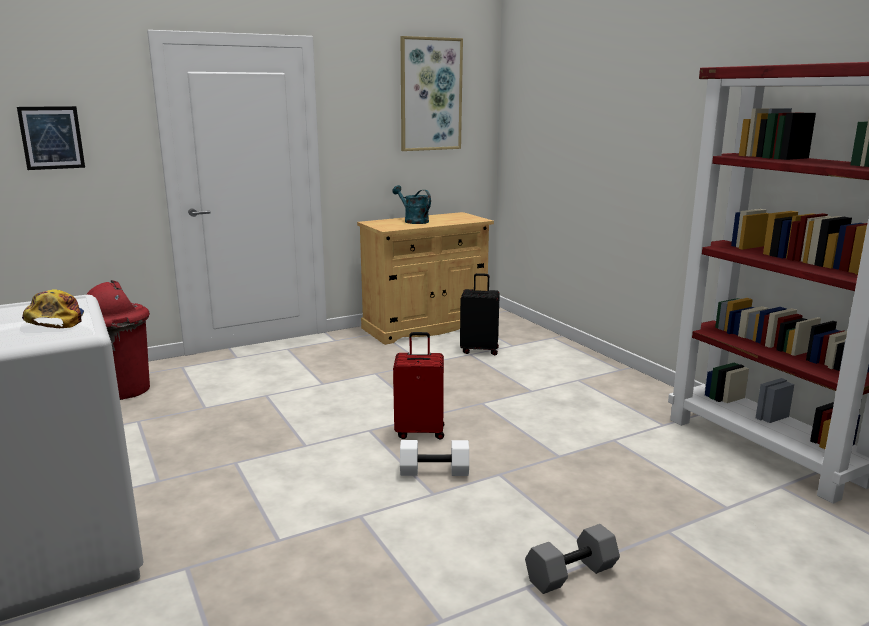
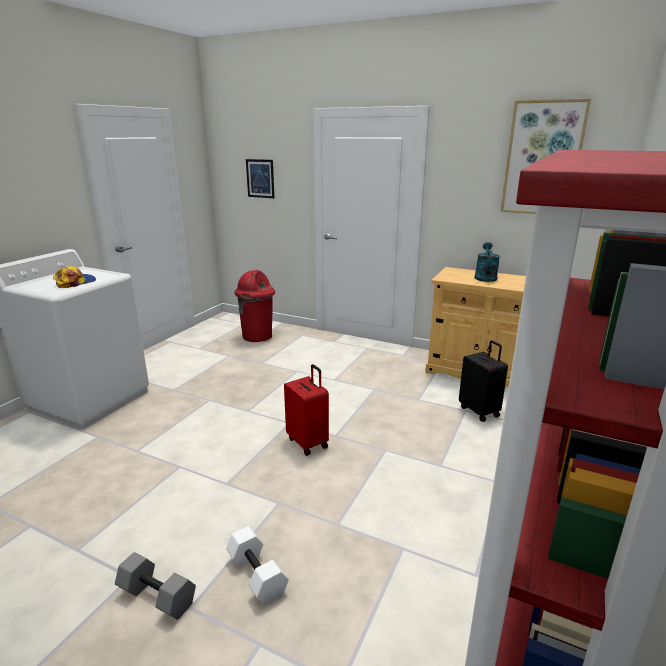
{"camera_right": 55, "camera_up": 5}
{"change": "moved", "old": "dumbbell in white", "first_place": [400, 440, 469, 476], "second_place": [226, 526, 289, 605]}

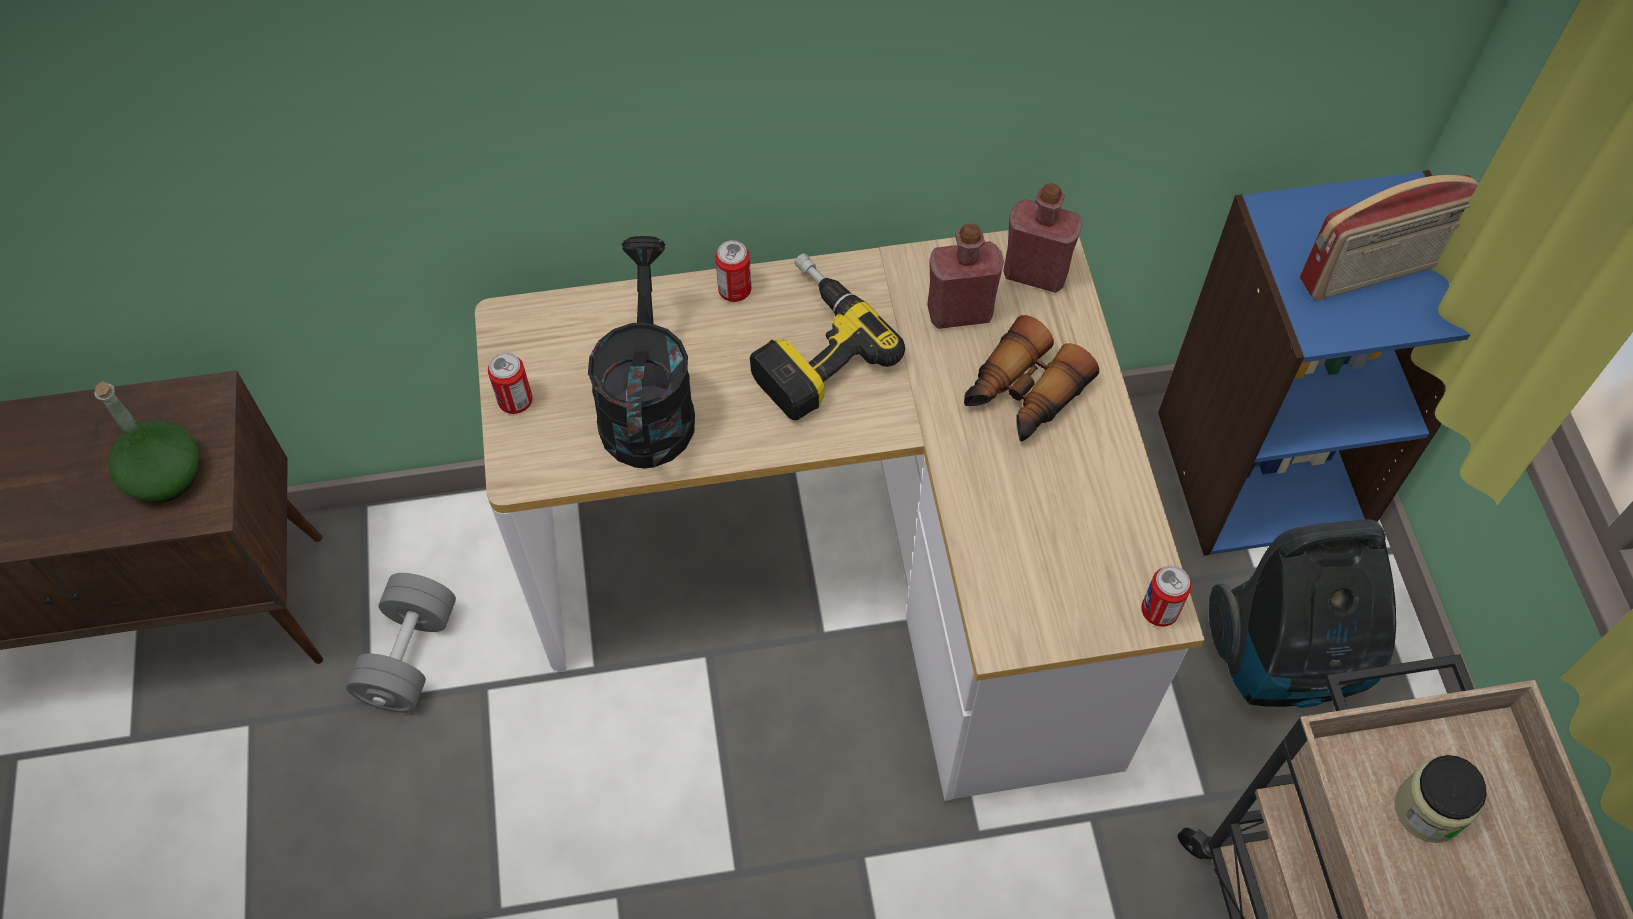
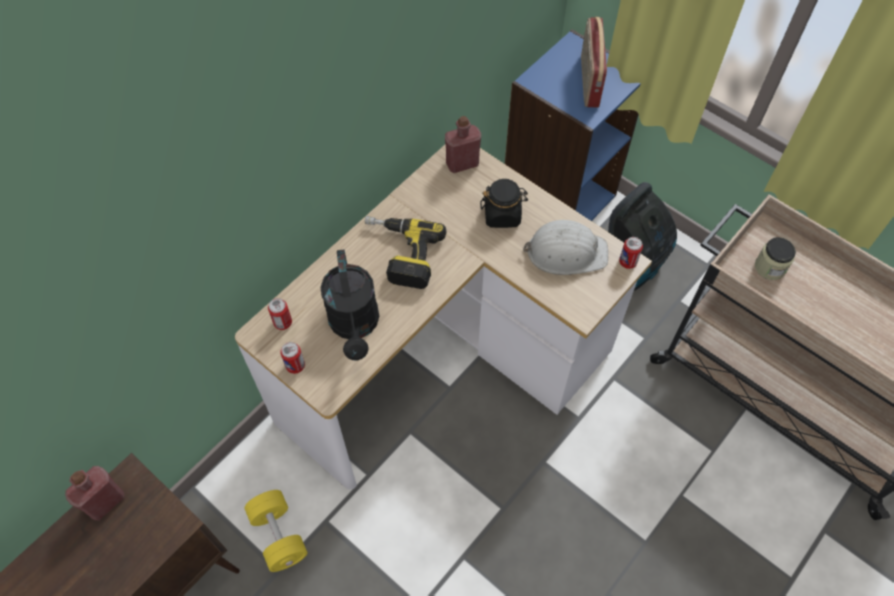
{"camera_right": -40, "camera_up": 0}
{"change": "removed", "old": "bottle in green", "first_place": [95, 382, 199, 503]}
{"change": "recoloured", "old": "dumbbell in grey", "new": "dumbbell in yellow", "first_place": [346, 573, 456, 713], "second_place": [245, 490, 308, 572]}
{"change": "turned", "old": "watering can in black", "first_place": [588, 236, 695, 468], "second_place": [320, 249, 379, 361], "degrees": -150}
{"change": "moved", "old": "can", "first_place": [715, 240, 751, 302], "second_place": [268, 298, 292, 330]}
{"change": "moved", "old": "bottle in red", "first_place": [927, 223, 1004, 329], "second_place": [65, 466, 124, 521]}
{"change": "replaced", "old": "binoculars", "new": "jar in black", "first_place": [964, 315, 1099, 441], "second_place": [480, 179, 528, 228]}
{"change": "turned", "old": "radio", "first_place": [1300, 175, 1478, 300], "second_place": [581, 17, 607, 107], "degrees": 150}
{"change": "added", "new": "hard hat in white", "second_place": [523, 220, 608, 275]}

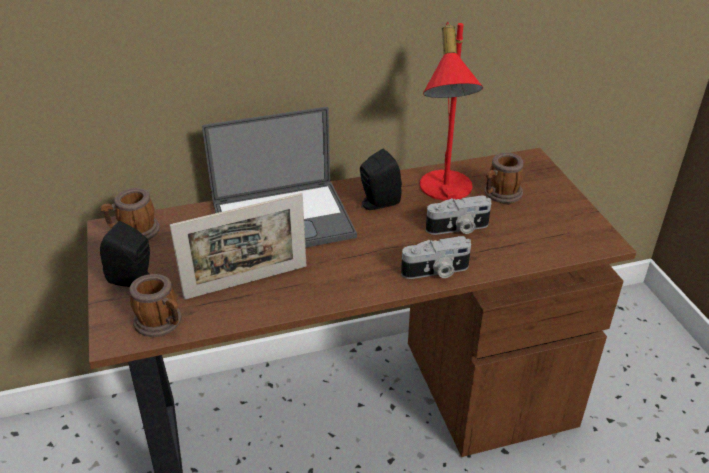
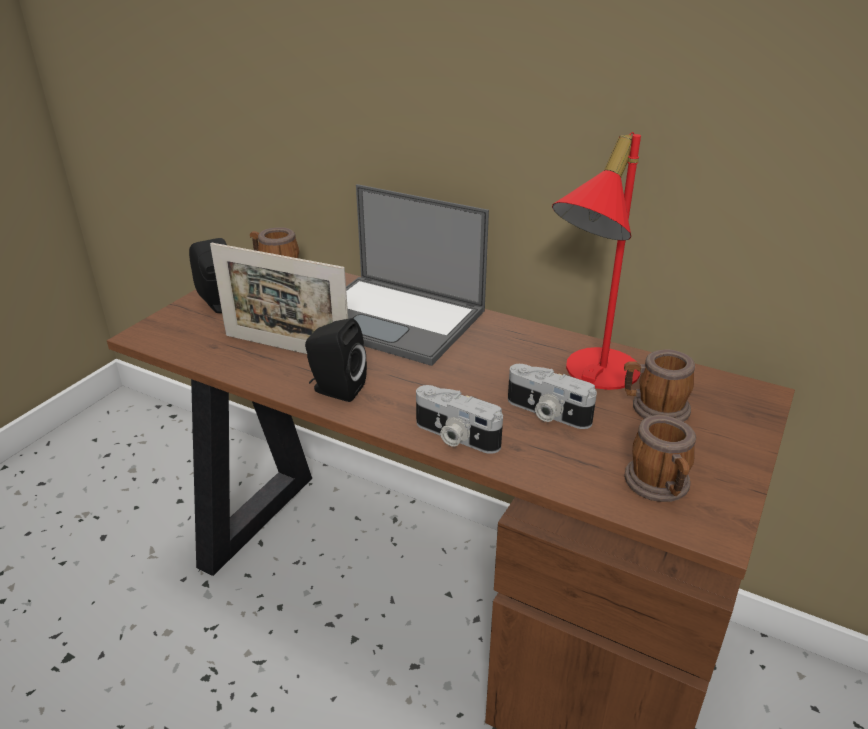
{"camera_right": 45, "camera_up": -5}
{"change": "moved", "old": "mug", "first_place": [130, 274, 181, 337], "second_place": [624, 415, 696, 502]}
{"change": "moved", "old": "speaker in black", "first_place": [360, 149, 402, 210], "second_place": [305, 318, 367, 402]}

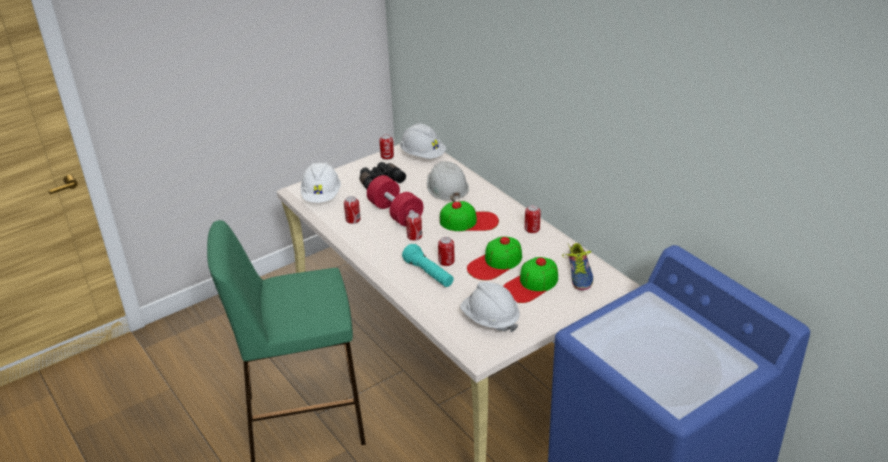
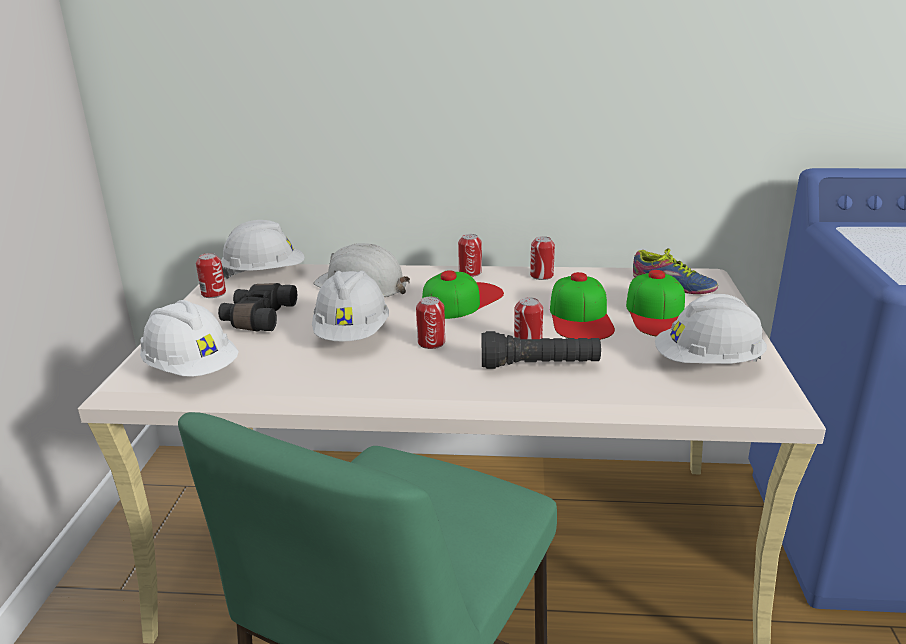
{"camera_right": -50, "camera_up": -10}
{"change": "moved", "old": "can", "first_place": [344, 196, 361, 224], "second_place": [458, 234, 482, 277]}
{"change": "replaced", "old": "dumbbell in red", "new": "hard hat in white", "first_place": [367, 175, 424, 226], "second_place": [312, 271, 389, 342]}
{"change": "recoloured", "old": "flashlight in turquoise", "new": "flashlight in black", "first_place": [402, 244, 454, 287], "second_place": [482, 331, 601, 369]}

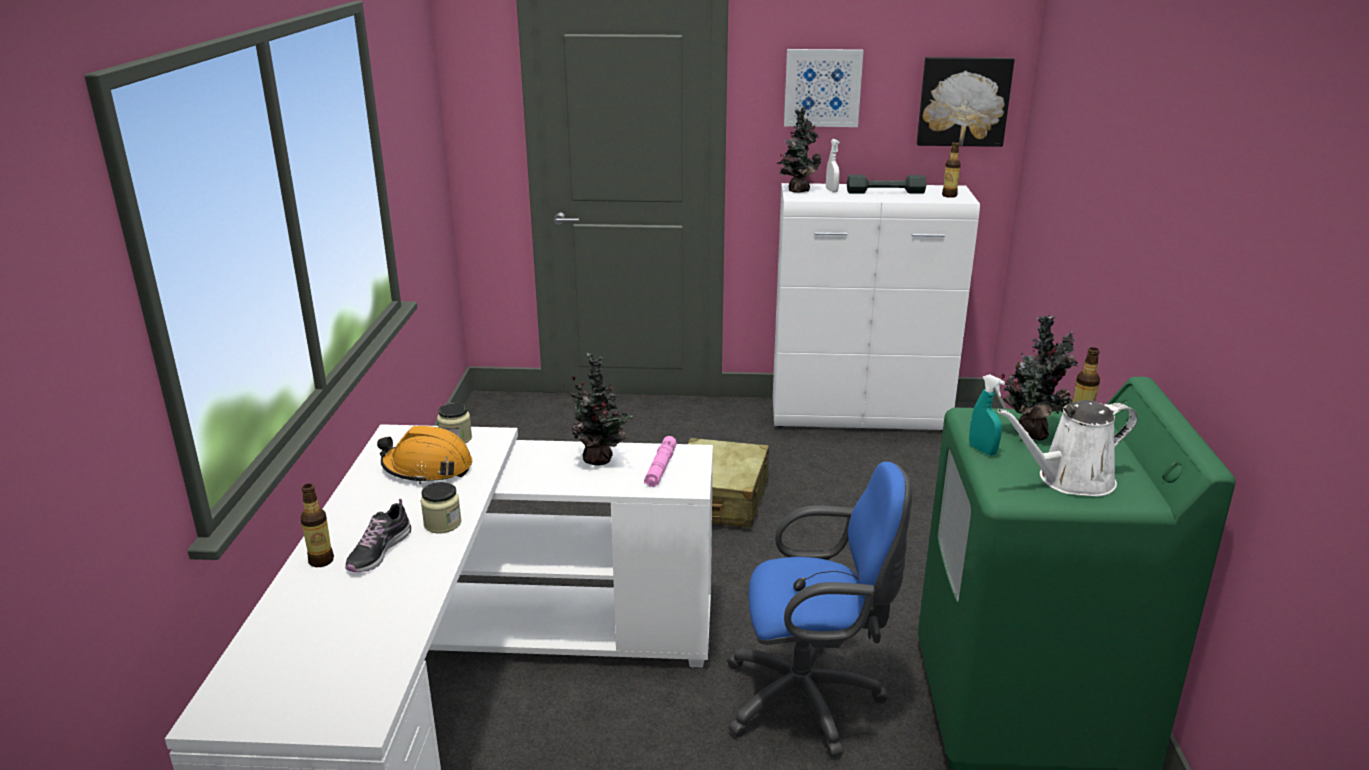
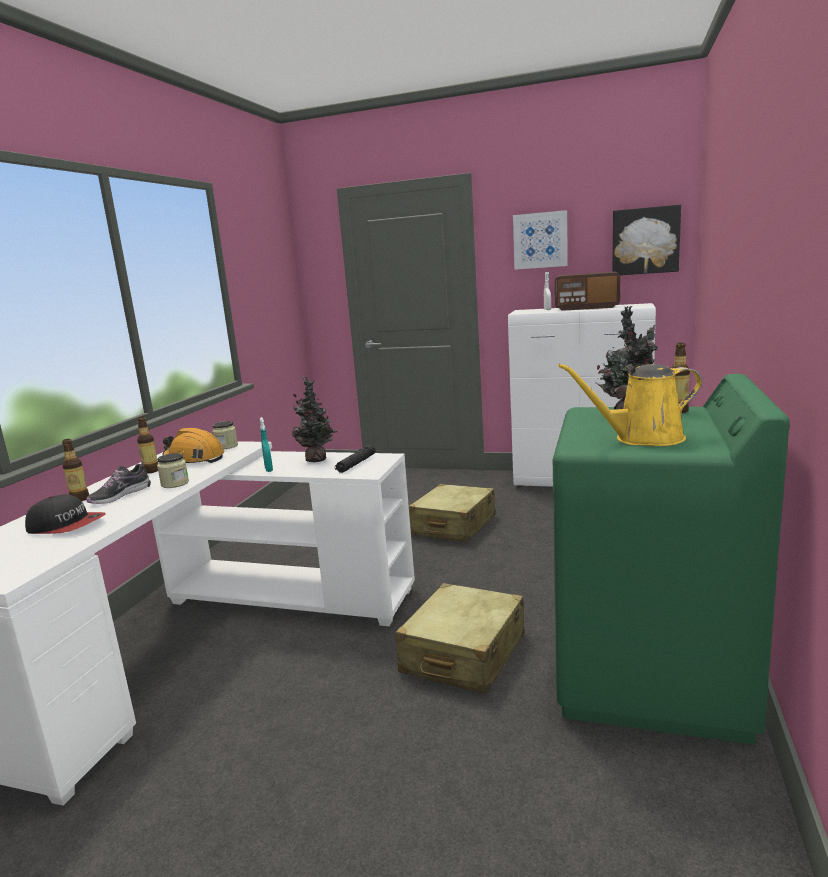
{"camera_right": 15, "camera_up": -10}
{"change": "recoloured", "old": "flashlight in pink", "new": "flashlight in black", "first_place": [644, 436, 677, 487], "second_place": [335, 445, 376, 473]}
{"change": "replaced", "old": "office chair in blue", "new": "suitcase in beige", "first_place": [727, 462, 912, 758], "second_place": [395, 583, 525, 694]}
{"change": "removed", "old": "potted plant", "first_place": [777, 107, 821, 193]}
{"change": "replaced", "old": "dumbbell in grey", "new": "radio", "first_place": [847, 175, 926, 194], "second_place": [555, 272, 620, 311]}
{"change": "moved", "old": "bottle", "first_place": [942, 142, 961, 198], "second_place": [137, 417, 158, 473]}
{"change": "moved", "old": "spray bottle in turquoise", "first_place": [969, 374, 1005, 456], "second_place": [260, 417, 273, 472]}
{"change": "recoloured", "old": "watering can in white", "new": "watering can in yellow", "first_place": [997, 400, 1138, 497], "second_place": [558, 363, 702, 446]}
{"change": "added", "new": "cap", "second_place": [25, 494, 106, 534]}

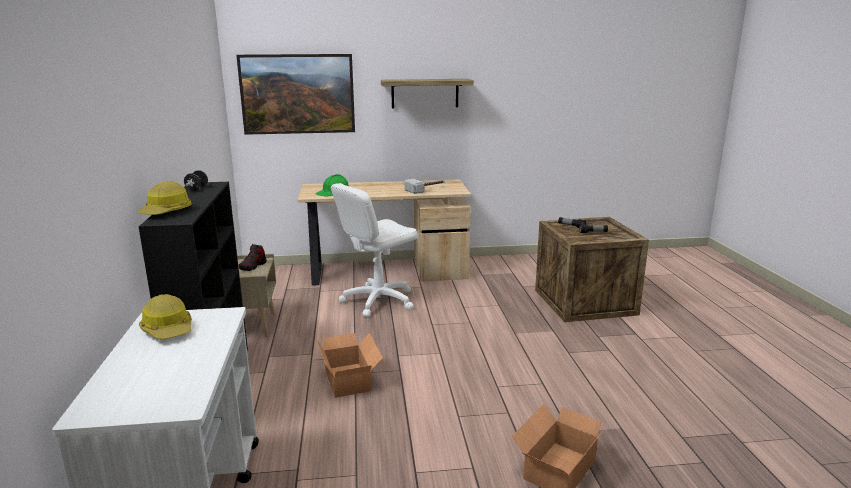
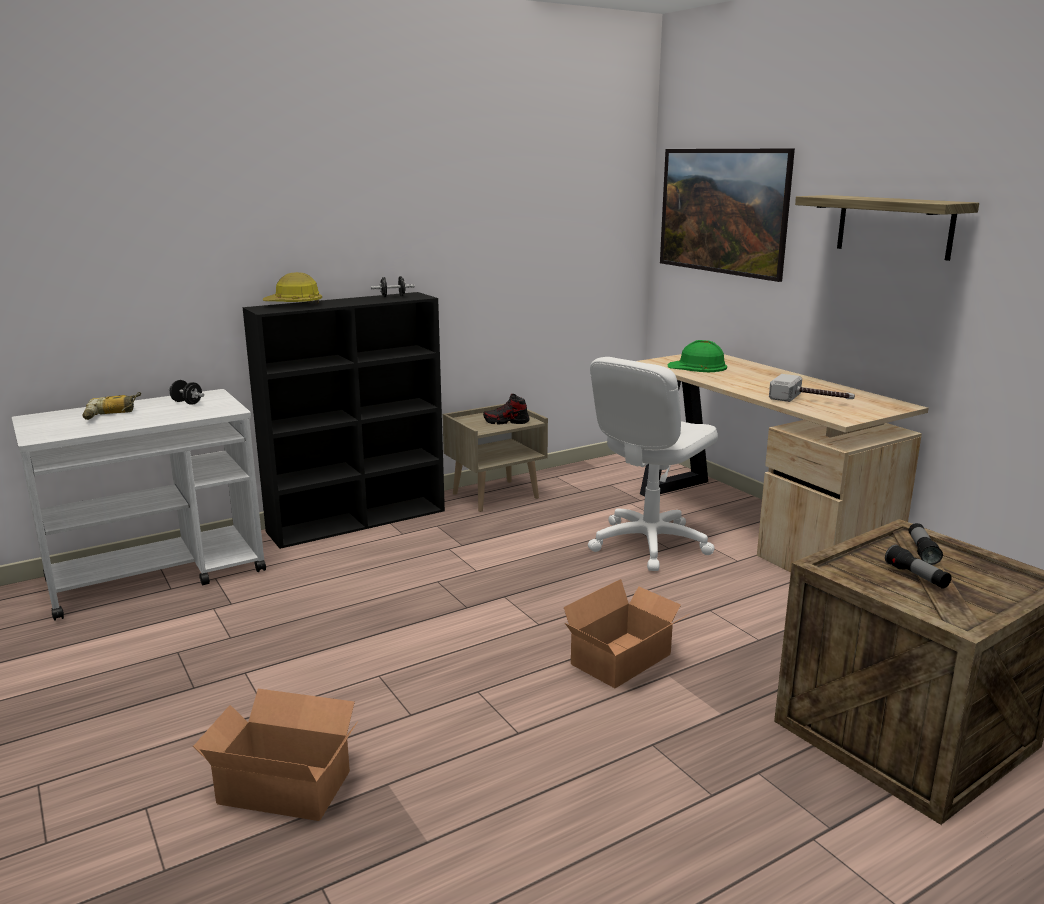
{"camera_right": 65, "camera_up": 0}
{"change": "replaced", "old": "hard hat", "new": "dumbbell in black", "first_place": [139, 294, 192, 339], "second_place": [169, 380, 204, 405]}
{"change": "moved", "old": "cardboard box", "first_place": [316, 333, 383, 398], "second_place": [564, 579, 689, 688]}
{"change": "turned", "old": "office chair in white", "first_place": [331, 183, 418, 317], "second_place": [588, 357, 718, 571], "degrees": -75}
{"change": "added", "new": "power drill", "second_place": [82, 392, 141, 420]}

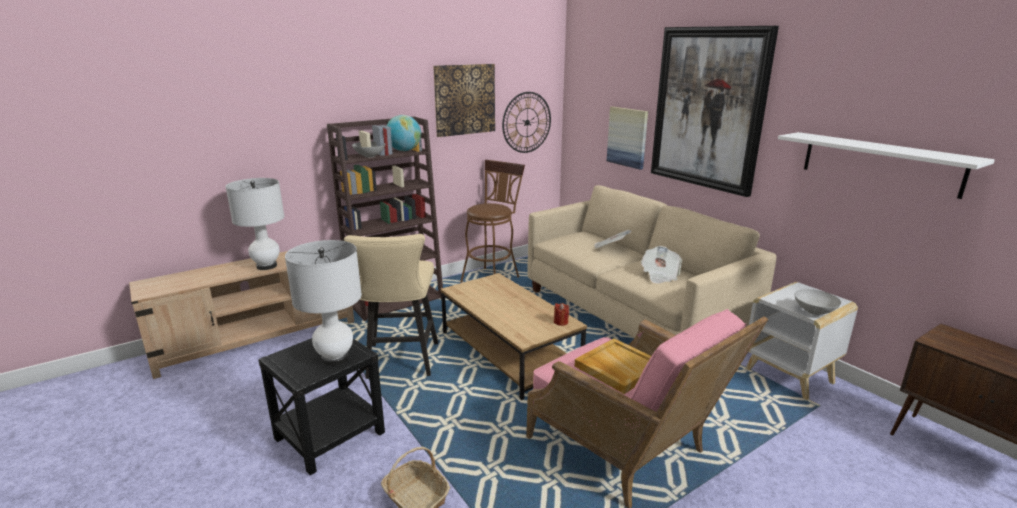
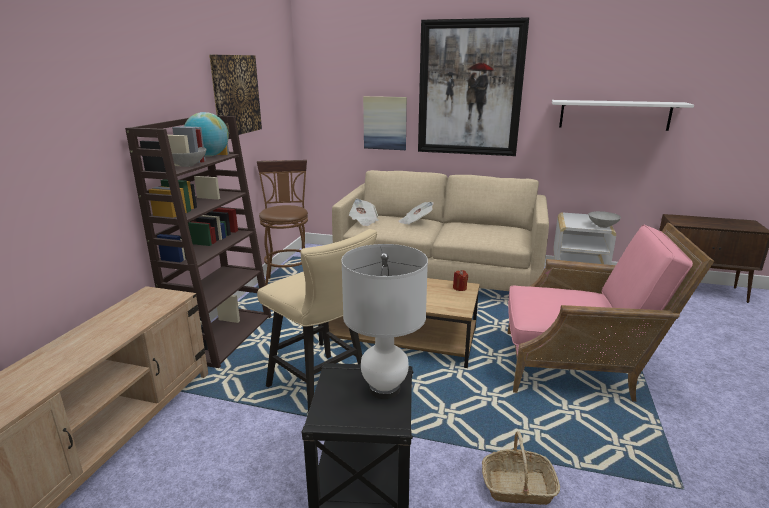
{"camera_right": -40, "camera_up": 0}
{"change": "removed", "old": "table lamp in white", "first_place": [225, 178, 284, 270]}
{"change": "removed", "old": "wall clock", "first_place": [502, 92, 551, 153]}
{"change": "removed", "old": "tray in beige", "first_place": [575, 338, 651, 394]}
{"change": "moved", "old": "newspaper", "first_place": [641, 246, 683, 283], "second_place": [349, 198, 379, 226]}

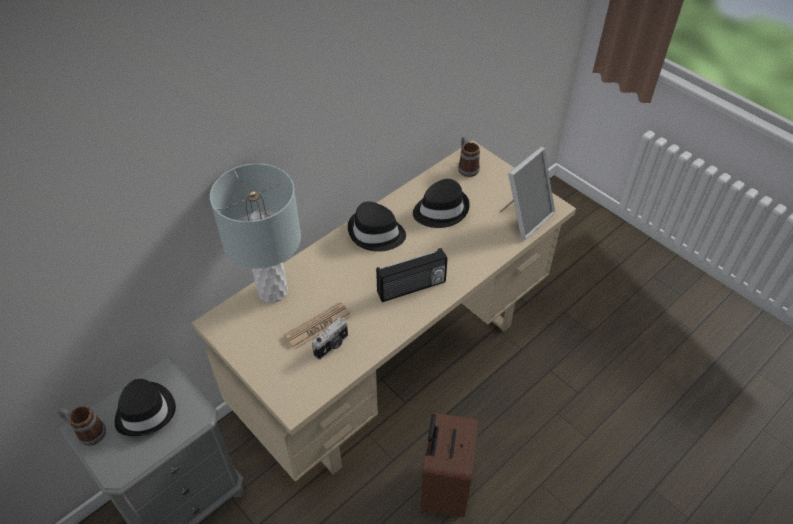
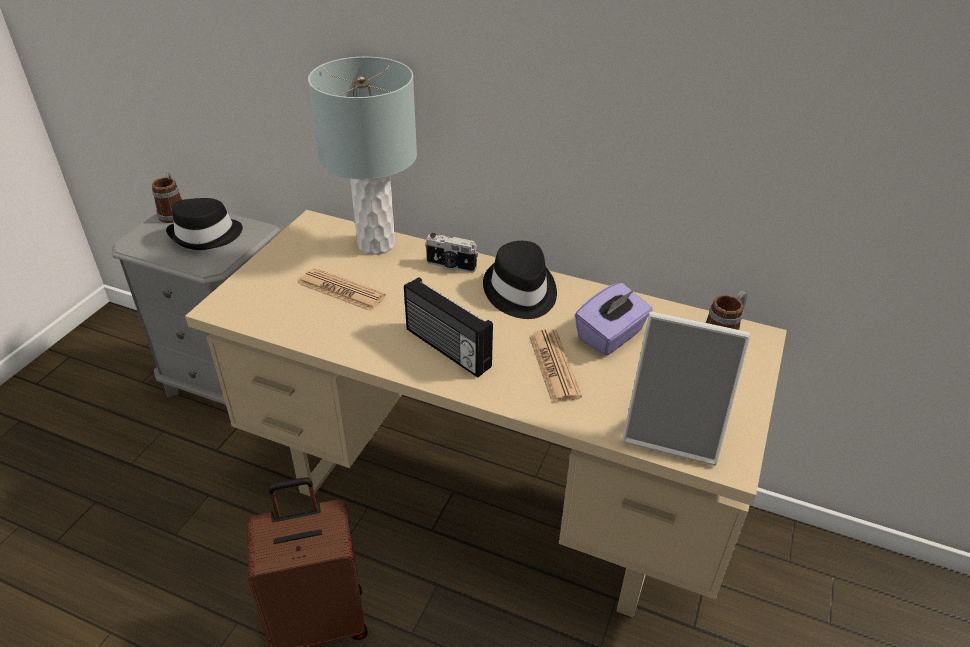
{"camera_right": 65, "camera_up": -10}
{"change": "moved", "old": "photo camera", "first_place": [312, 317, 348, 360], "second_place": [425, 233, 478, 273]}
{"change": "replaced", "old": "hat in black", "new": "tissue box in purple", "first_place": [413, 179, 470, 228], "second_place": [575, 283, 653, 356]}
{"change": "added", "new": "newspaper", "second_place": [529, 329, 582, 402]}

